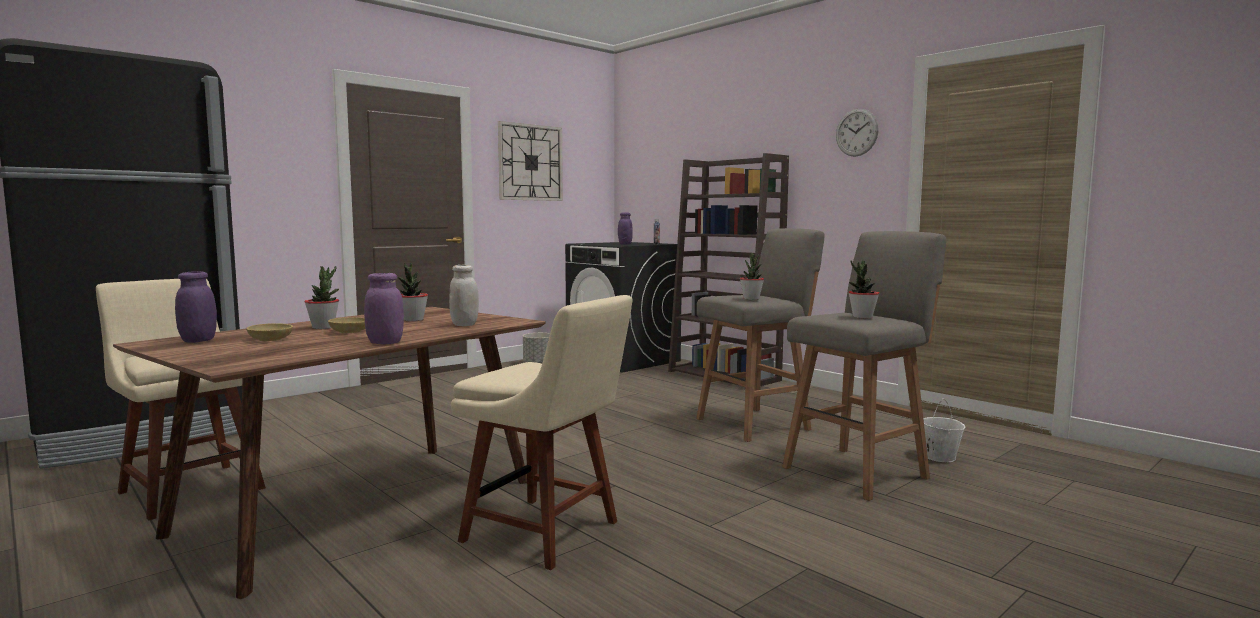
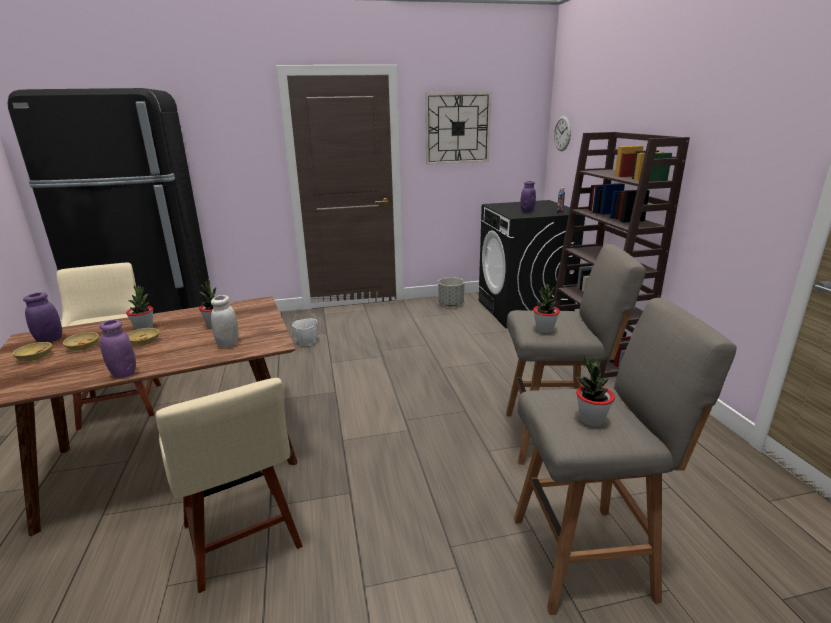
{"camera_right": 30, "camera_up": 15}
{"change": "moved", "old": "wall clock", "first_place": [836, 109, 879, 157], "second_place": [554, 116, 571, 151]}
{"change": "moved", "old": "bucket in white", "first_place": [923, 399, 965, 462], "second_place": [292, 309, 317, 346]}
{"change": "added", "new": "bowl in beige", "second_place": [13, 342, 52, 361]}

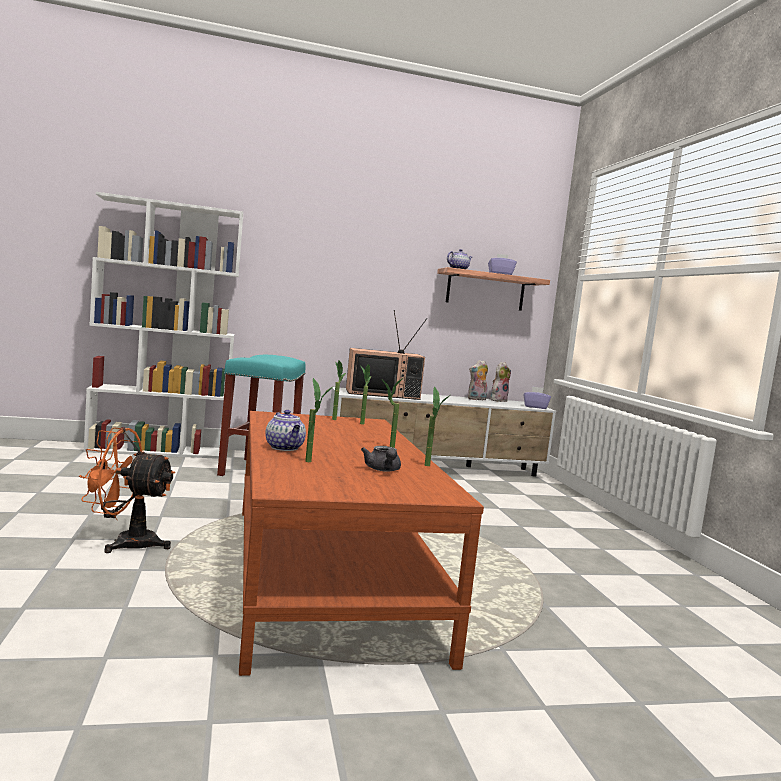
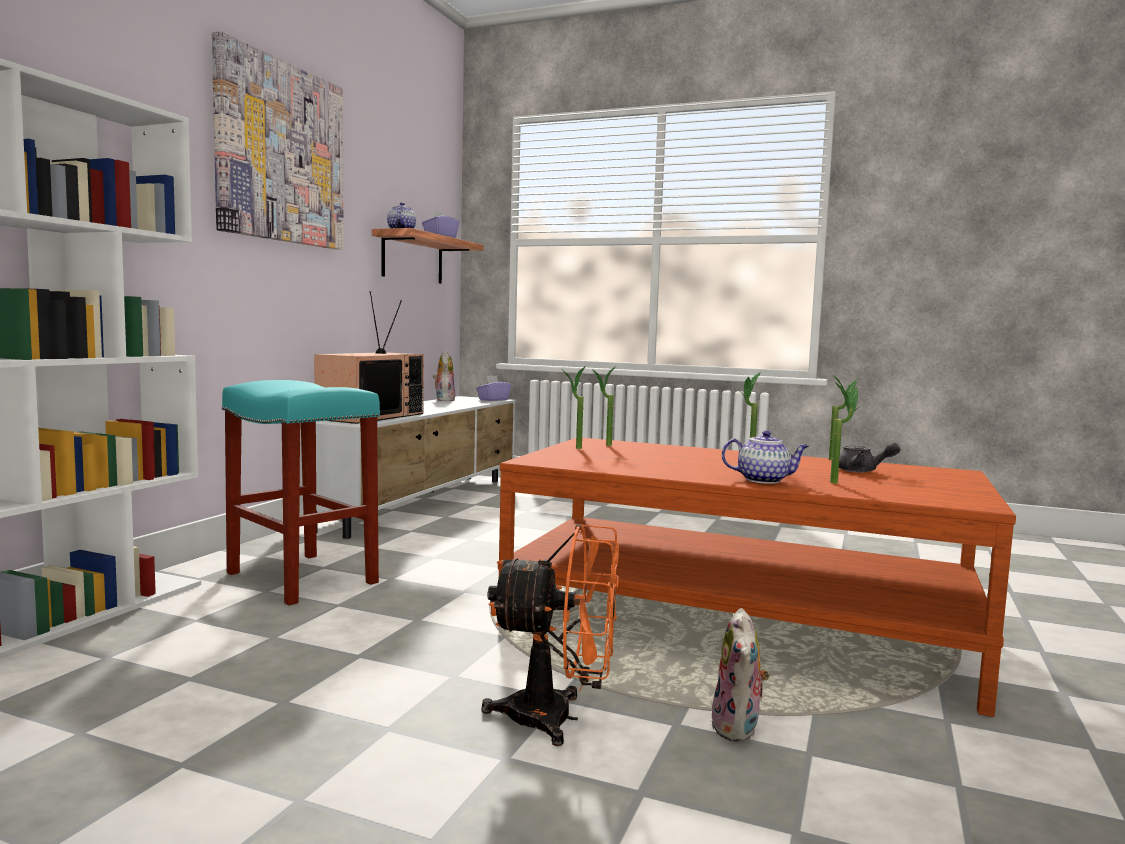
{"camera_right": -55, "camera_up": 0}
{"change": "turned", "old": "fan in orange", "first_place": [79, 427, 175, 553], "second_place": [481, 524, 619, 746], "degrees": -120}
{"change": "moved", "old": "plush toy", "first_place": [468, 360, 488, 400], "second_place": [711, 608, 770, 742]}
{"change": "added", "new": "picture", "second_place": [212, 31, 344, 250]}

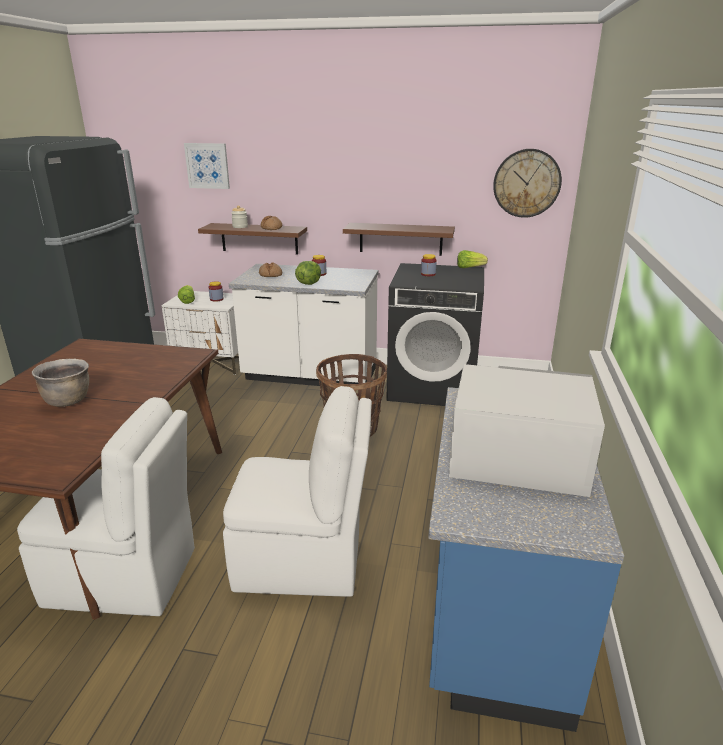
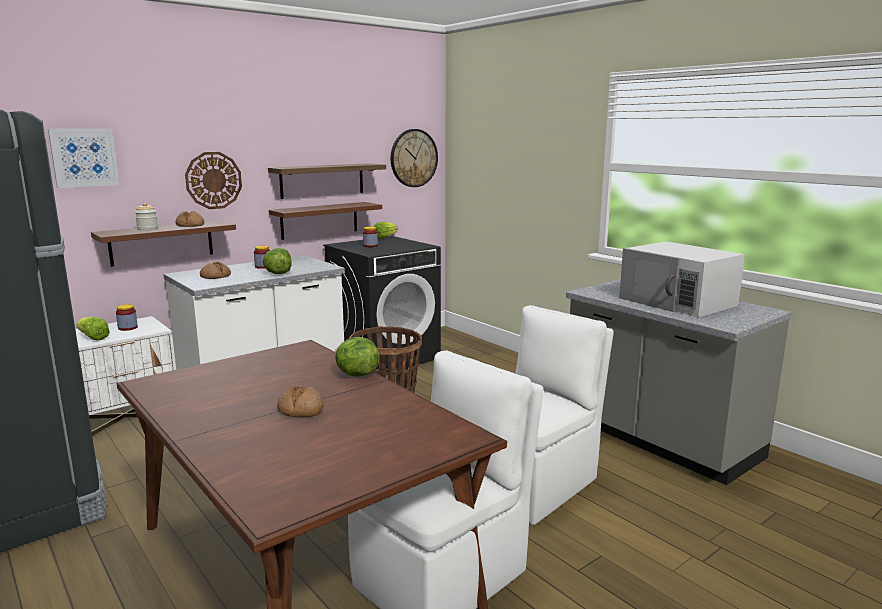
{"camera_right": -50, "camera_up": -10}
{"change": "replaced", "old": "cooking pot in brown", "new": "bread", "first_place": [32, 359, 89, 407], "second_place": [277, 386, 324, 417]}
{"change": "recoloured", "old": "counter in blue", "new": "counter in grey", "first_place": [428, 387, 624, 732], "second_place": [566, 279, 792, 485]}
{"change": "turned", "old": "microwave in white", "first_place": [449, 364, 605, 497], "second_place": [619, 241, 745, 317], "degrees": -90}
{"change": "added", "new": "wall clock", "second_place": [185, 152, 242, 209]}
{"change": "added", "new": "shelf", "second_place": [268, 163, 386, 199]}
{"change": "added", "new": "lettuce", "second_place": [335, 337, 380, 377]}

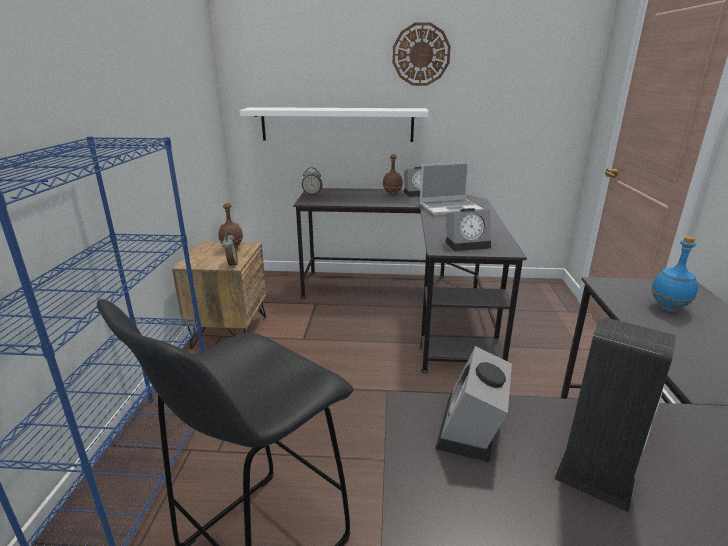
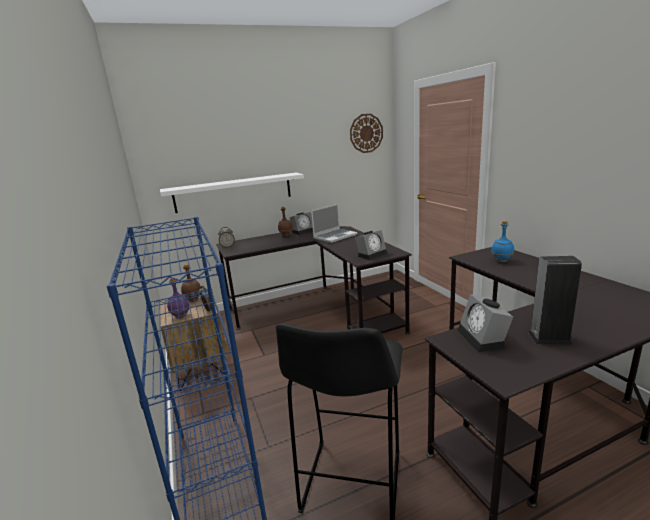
{"camera_right": -25, "camera_up": -5}
{"change": "moved", "old": "wall clock", "first_place": [392, 22, 451, 86], "second_place": [350, 114, 383, 153]}
{"change": "added", "new": "bottle in purple", "second_place": [167, 277, 189, 319]}

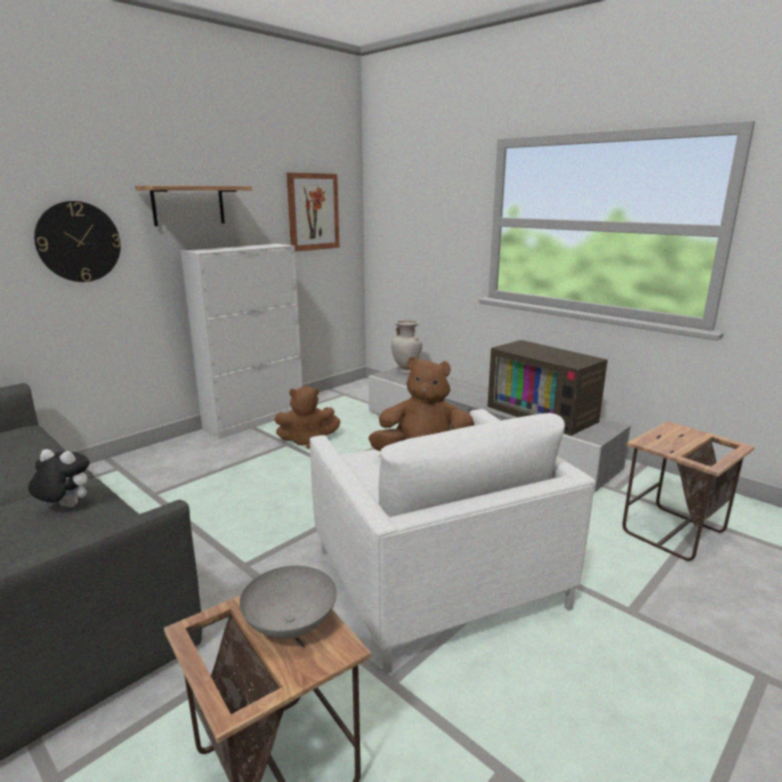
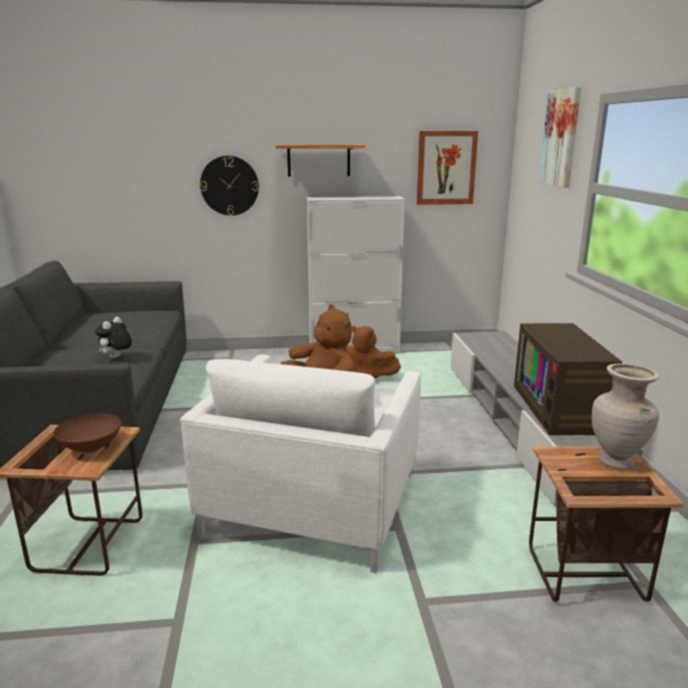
{"camera_right": 40, "camera_up": 0}
{"change": "turned", "old": "plush toy", "first_place": [28, 449, 90, 507], "second_place": [95, 317, 132, 358], "degrees": -120}
{"change": "recoloured", "old": "bowl in grey", "new": "bowl in brown", "first_place": [239, 566, 337, 639], "second_place": [54, 413, 121, 453]}
{"change": "moved", "old": "vase in beige", "first_place": [391, 321, 422, 374], "second_place": [592, 364, 660, 469]}
{"change": "added", "new": "picture", "second_place": [539, 87, 581, 188]}

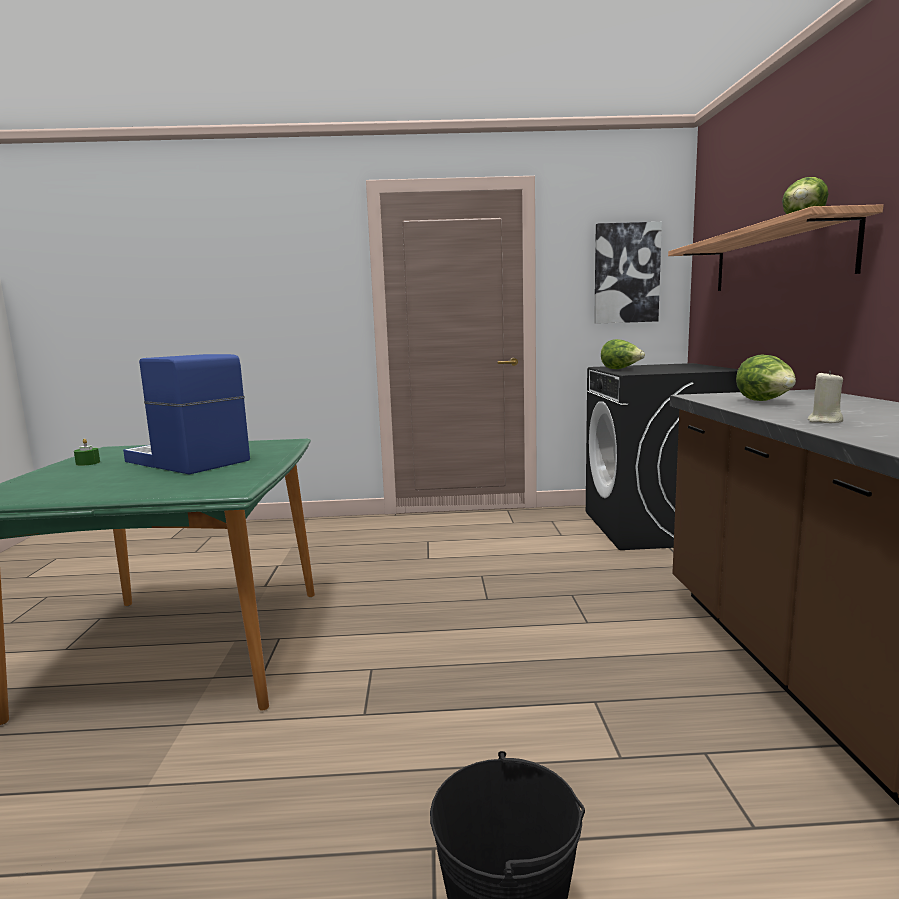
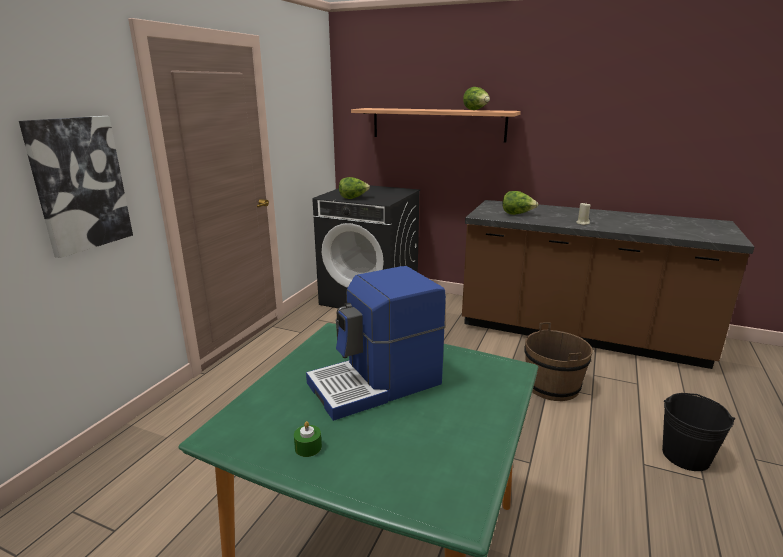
{"camera_right": -65, "camera_up": 10}
{"change": "moved", "old": "picture", "first_place": [594, 222, 662, 324], "second_place": [19, 116, 133, 258]}
{"change": "added", "new": "bucket in brown", "second_place": [524, 322, 593, 401]}

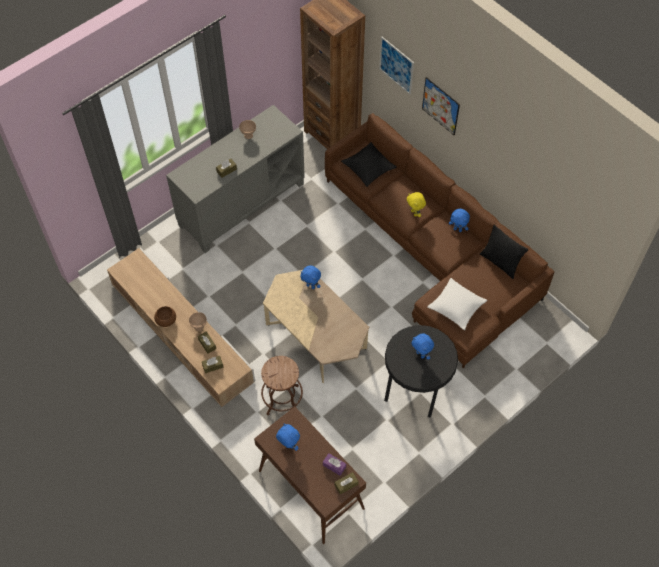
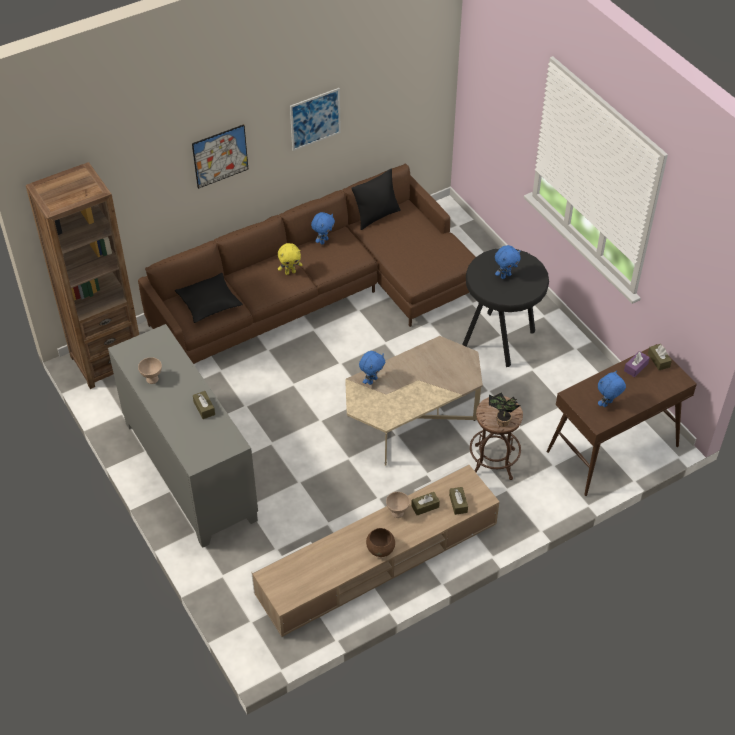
{"camera_right": -80, "camera_up": -10}
{"change": "moved", "old": "picture", "first_place": [379, 37, 414, 94], "second_place": [290, 88, 341, 151]}
{"change": "removed", "old": "pillow in white", "first_place": [428, 278, 487, 330]}
{"change": "added", "new": "potted plant", "second_place": [489, 393, 521, 427]}

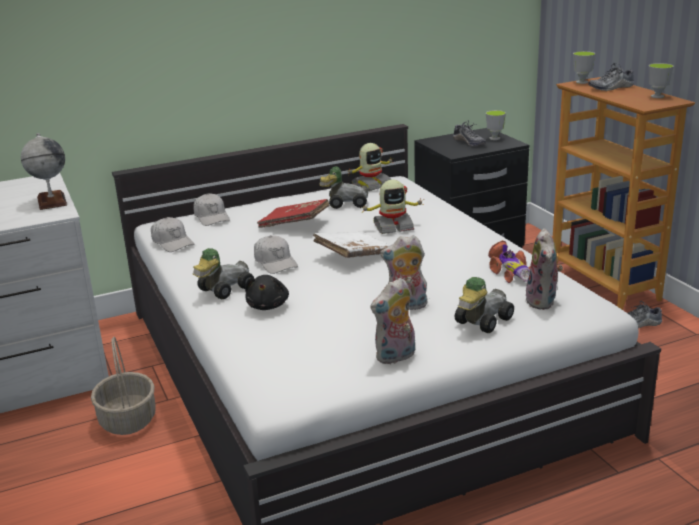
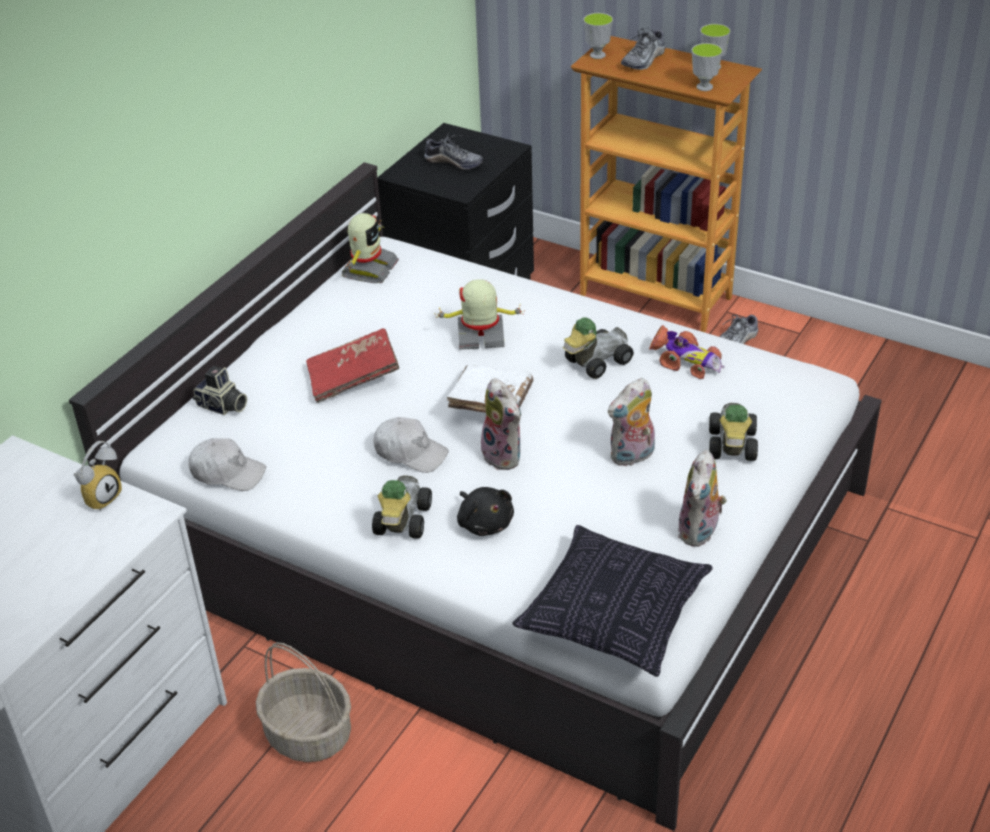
{"camera_right": -35, "camera_up": 15}
{"change": "replaced", "old": "globe", "new": "alarm clock", "first_place": [21, 133, 67, 210], "second_place": [73, 441, 122, 511]}
{"change": "replaced", "old": "cap in white", "new": "photo camera", "first_place": [193, 193, 230, 226], "second_place": [192, 366, 247, 415]}
{"change": "moved", "old": "toy car", "first_place": [319, 166, 368, 209], "second_place": [563, 317, 634, 379]}
{"change": "turned", "old": "toy robot", "first_place": [360, 180, 425, 234], "second_place": [434, 279, 526, 350], "degrees": -135}
{"change": "moved", "old": "cup", "first_place": [486, 110, 506, 140], "second_place": [691, 43, 723, 91]}
{"change": "moved", "old": "plush toy", "first_place": [526, 228, 563, 309], "second_place": [481, 378, 521, 470]}
{"change": "added", "new": "pillow", "second_place": [512, 525, 713, 677]}

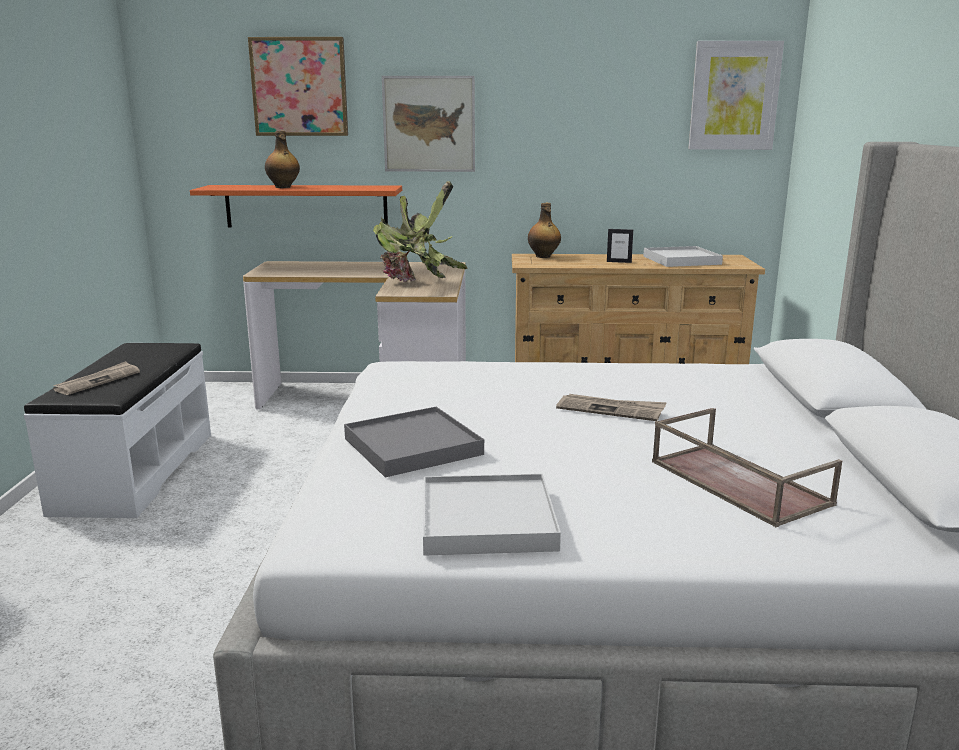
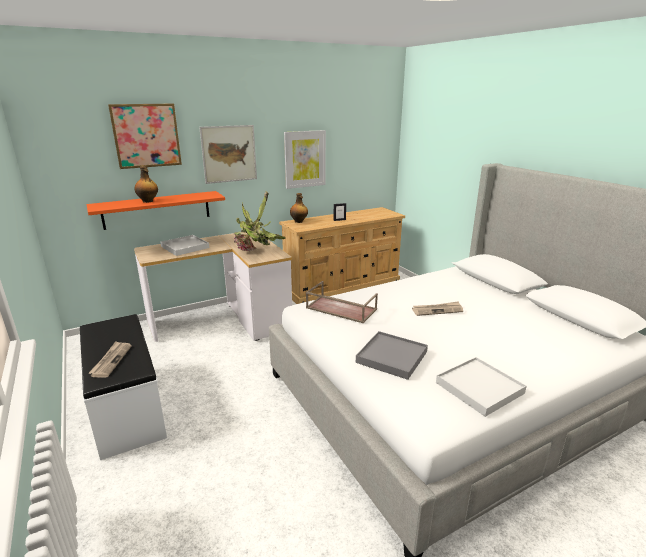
{"camera_right": -30, "camera_up": 5}
{"change": "moved", "old": "tray in white", "first_place": [643, 246, 723, 267], "second_place": [161, 235, 209, 256]}
{"change": "moved", "old": "tray in brown", "first_place": [652, 408, 842, 527], "second_place": [306, 281, 378, 324]}
{"change": "moved", "old": "picture", "first_place": [688, 41, 784, 150], "second_place": [284, 130, 326, 189]}

